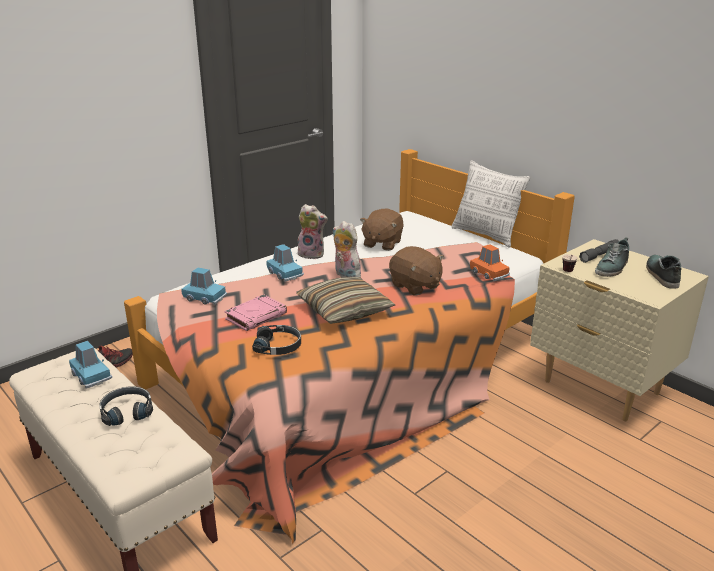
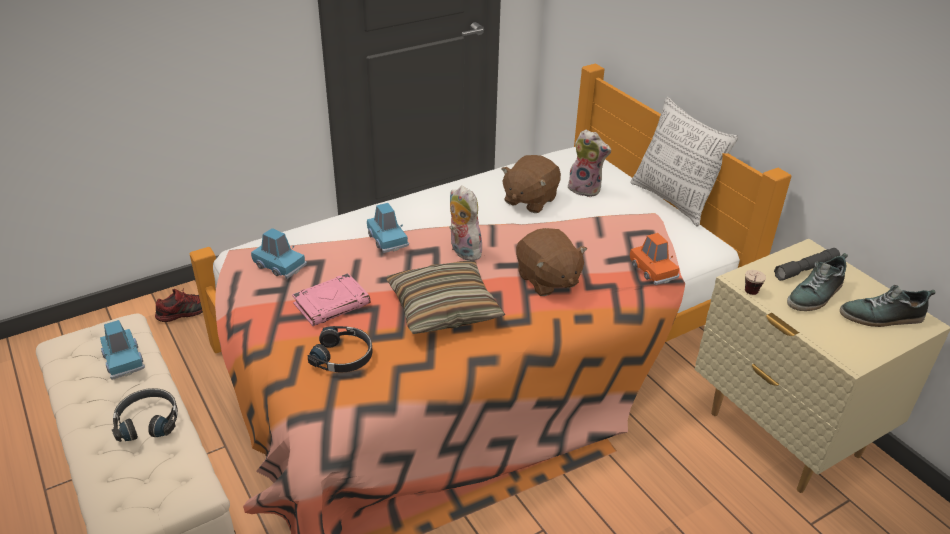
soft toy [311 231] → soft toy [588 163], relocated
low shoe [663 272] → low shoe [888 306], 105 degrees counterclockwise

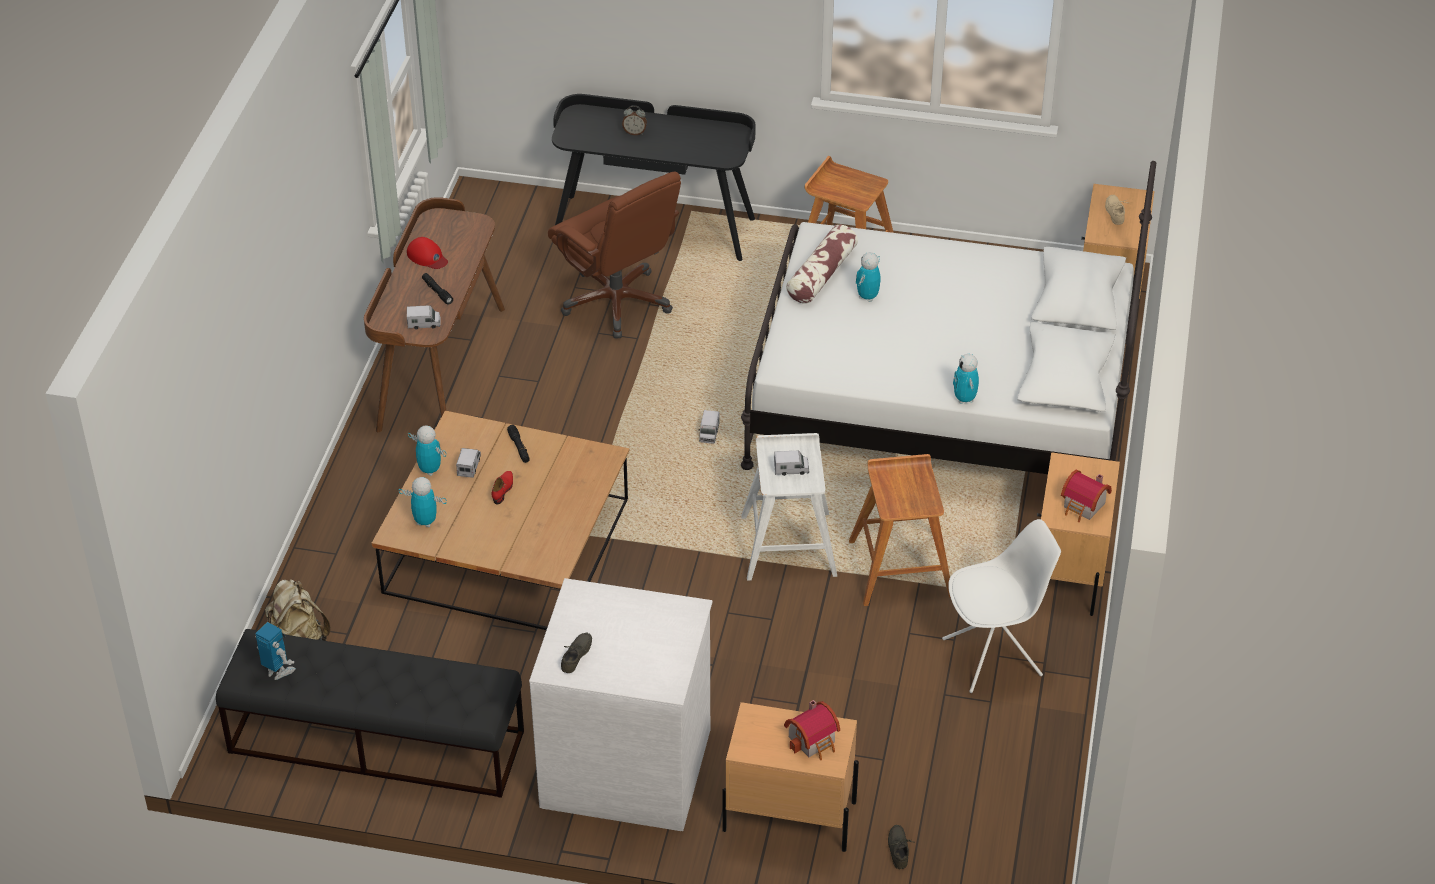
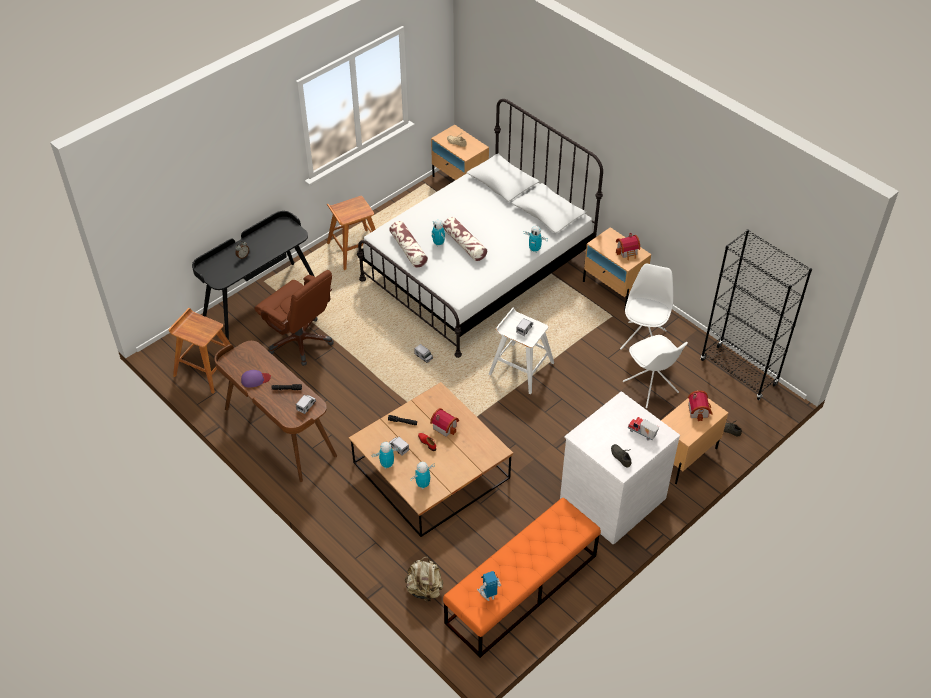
brown-coloured stool [900 530] → brown-coloured stool [199 350], relocated
reddish baseball cap [427 253] → purplish baseball cap [256 379]
brown-coloured computer chair [614 255] → brown-coloured computer chair [294 318], 45 degrees clockwise
- → toy house [444 422]
- → throw pillow [465 239]
black-coloured long seat [370 713] → orange long seat [522 578]
- → white chair [655 371]
- → toy lorry [643 429]
- → black-coloured bookcase [756 314]

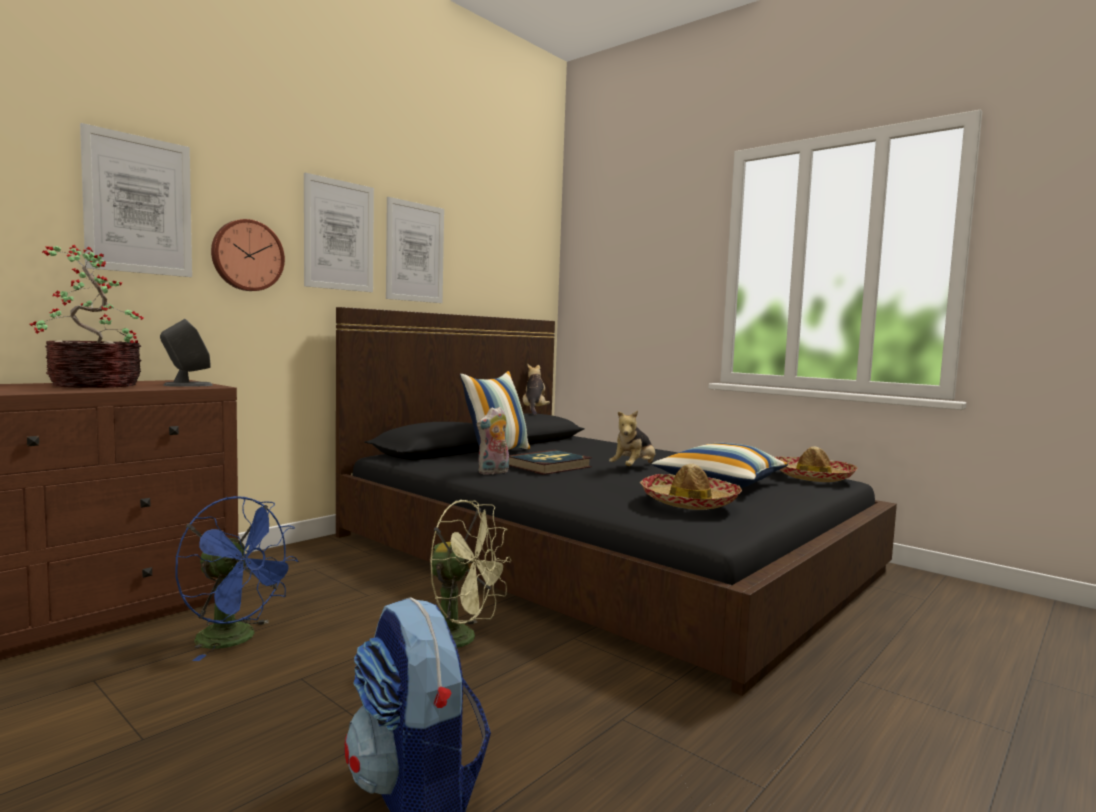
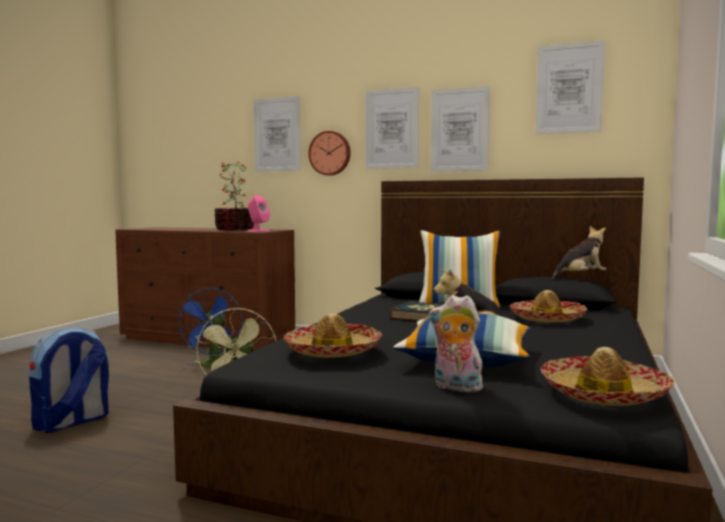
gray audio speaker [186 353] → pink-coloured audio speaker [258 213]
soft toy [493 441] → soft toy [457 343], relocated
- → hat [548 306]
- → wall picture [570 87]

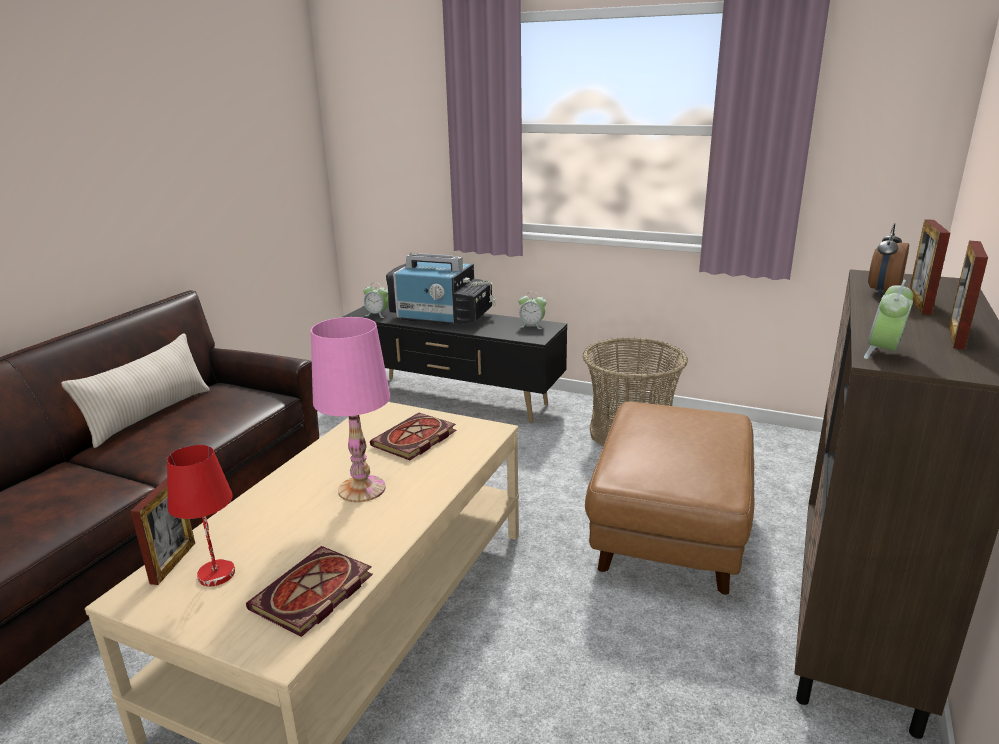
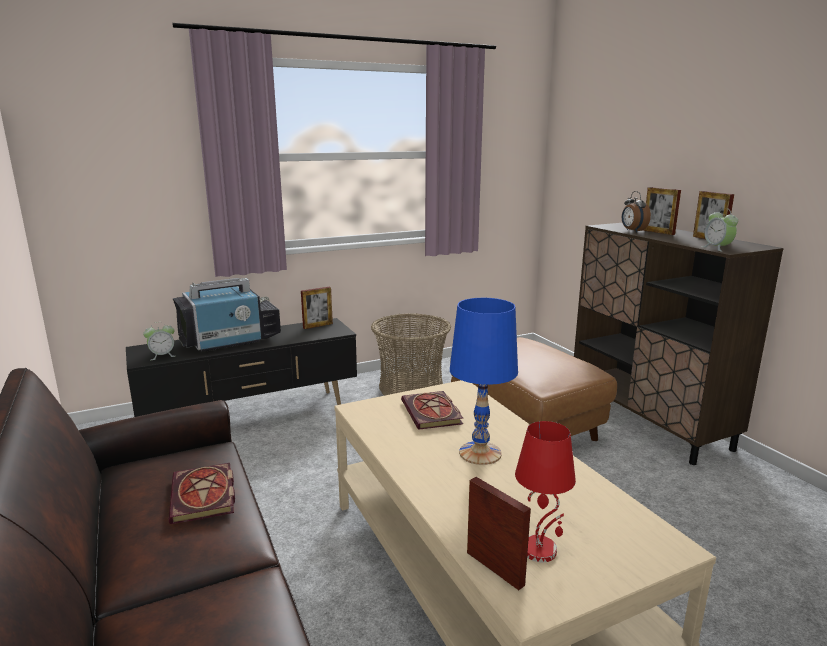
volume [309 591] → volume [202 493], relocated
bedside clock [533 310] → standing frame [317 308]
pink-coloured table lamp [350 409] → blue table lamp [484 381]
beige throw pillow [135 390] → -

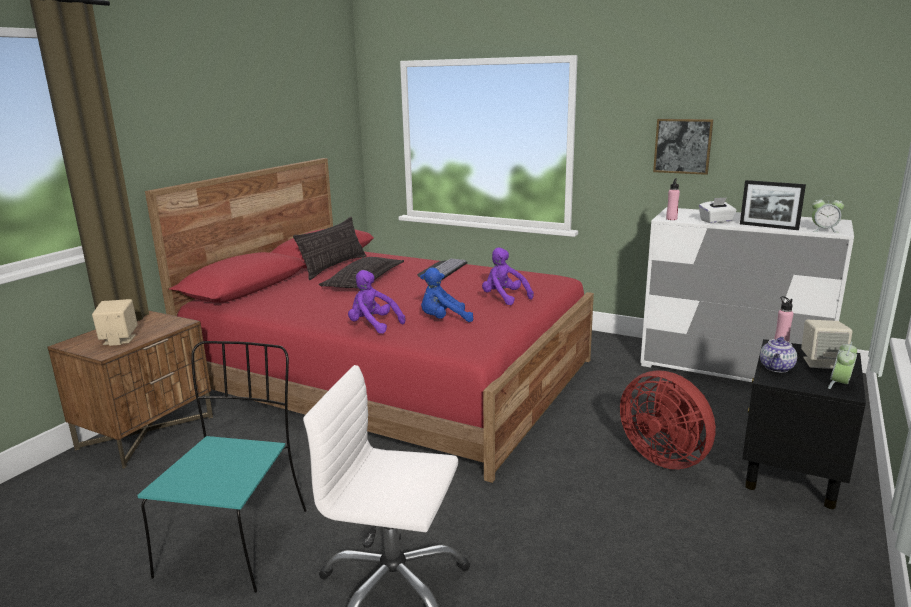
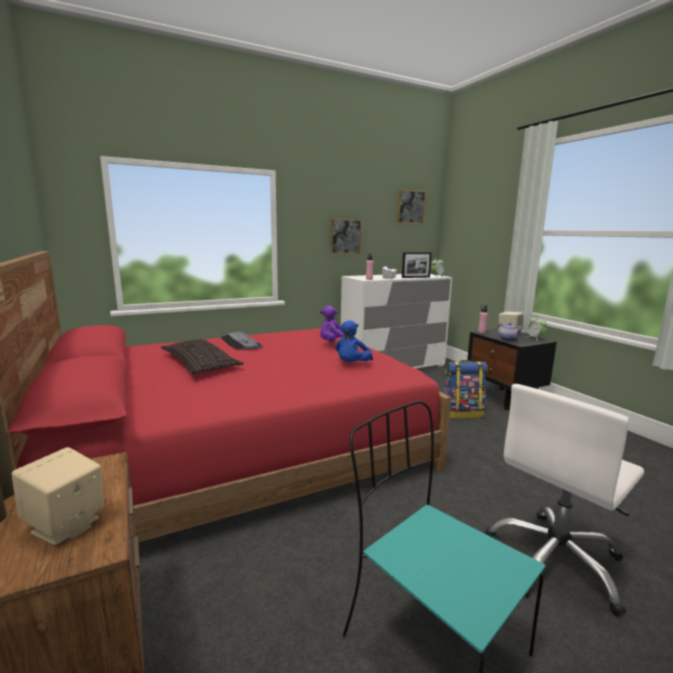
- → wall picture [411 206]
reddish fan [668 419] → rucksack [466 389]
throw pillow [329 248] → -
purplish soft toy [376 302] → -

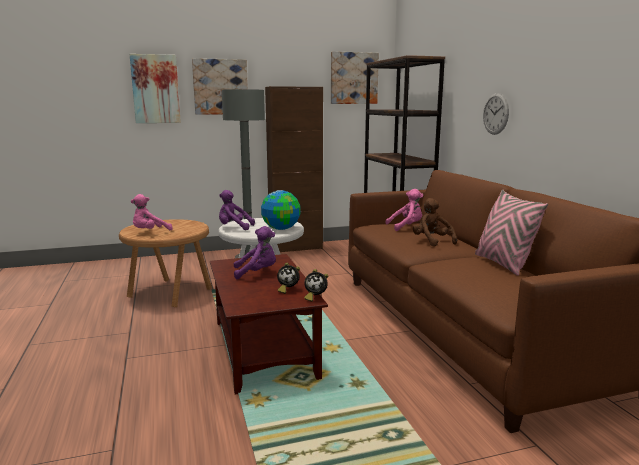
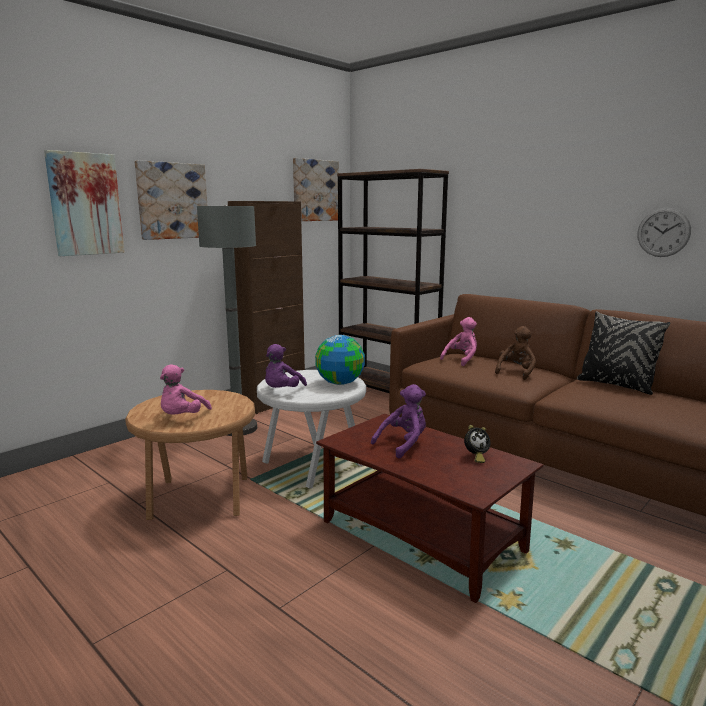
purplish soft toy [237 210] → purplish soft toy [286 366], 45 degrees counterclockwise
brown-coloured soft toy [435 222] → brown-coloured soft toy [515 353], 90 degrees clockwise
pink-coloured throw pillow [511 232] → black-coloured throw pillow [624 353]
wall clock [496 114] → wall clock [664 232], relocated
bedside clock [316 285] → -

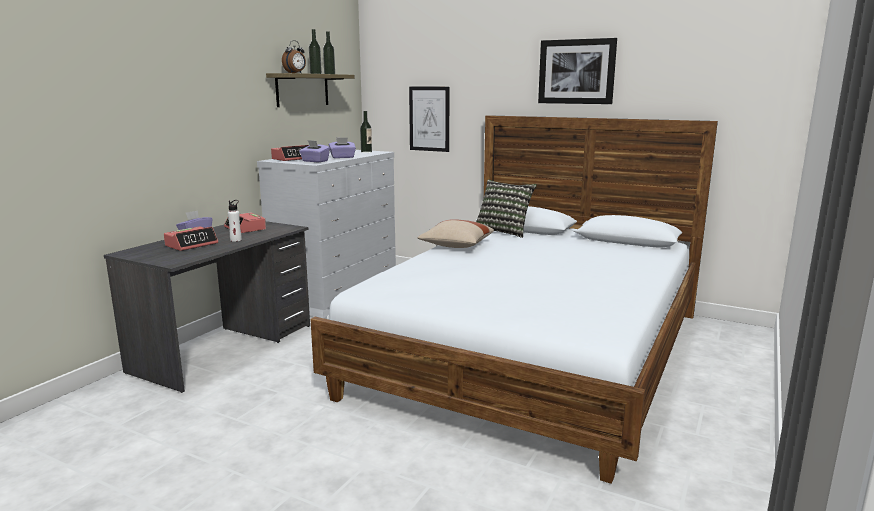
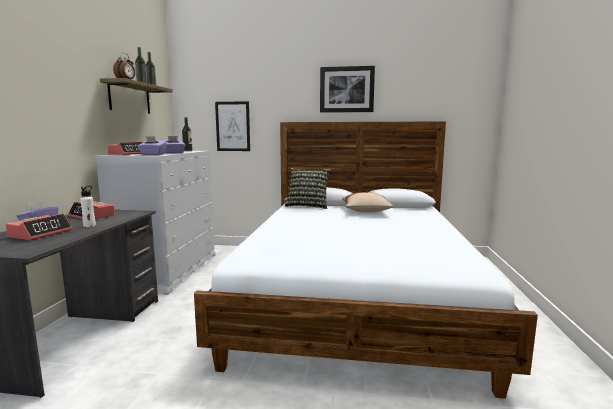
beige throw pillow [456 233] → beige throw pillow [367 202], relocated

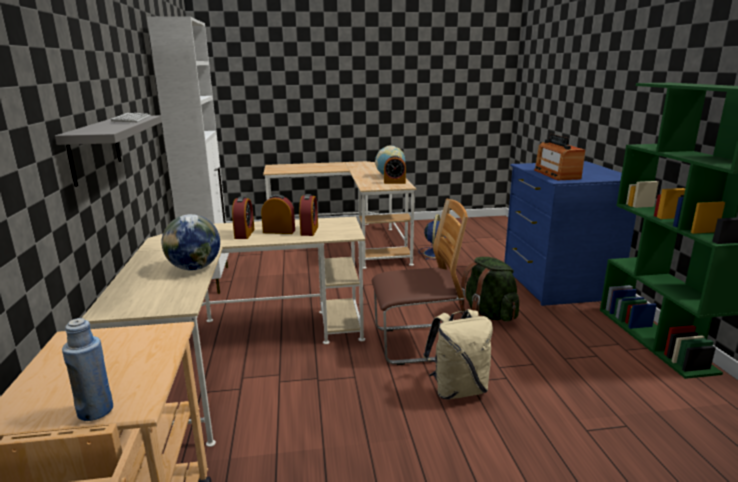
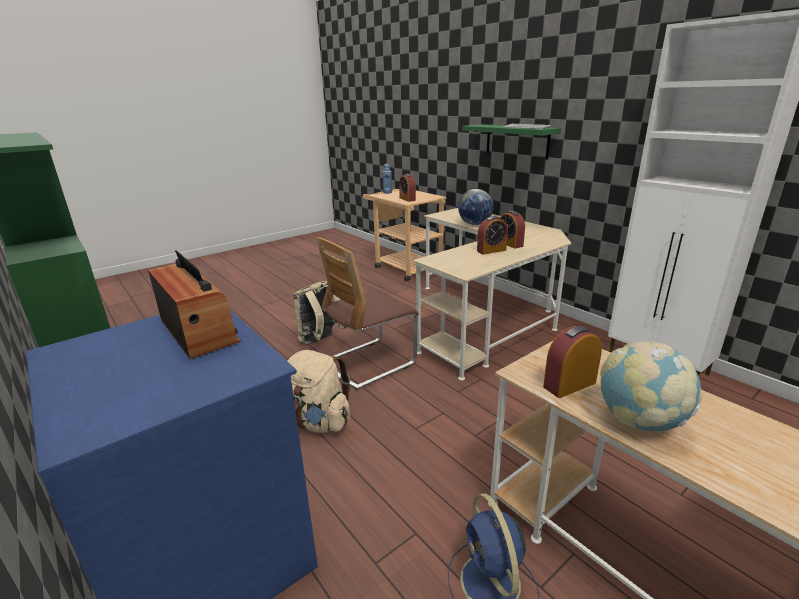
green-coloured rucksack [489 289] → beige rucksack [318 391]
bedside clock [308 215] → bedside clock [407 188], relocated
gray wall shelf [108 151] → green-coloured wall shelf [512 141]

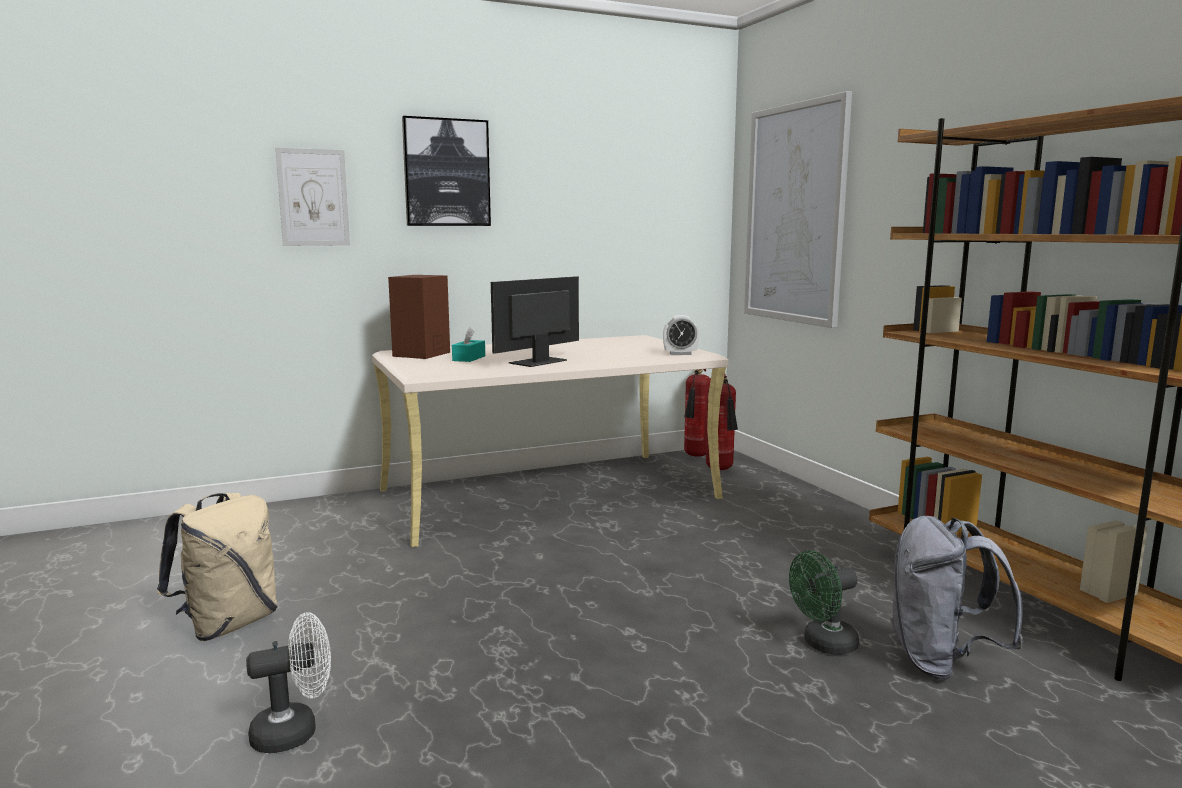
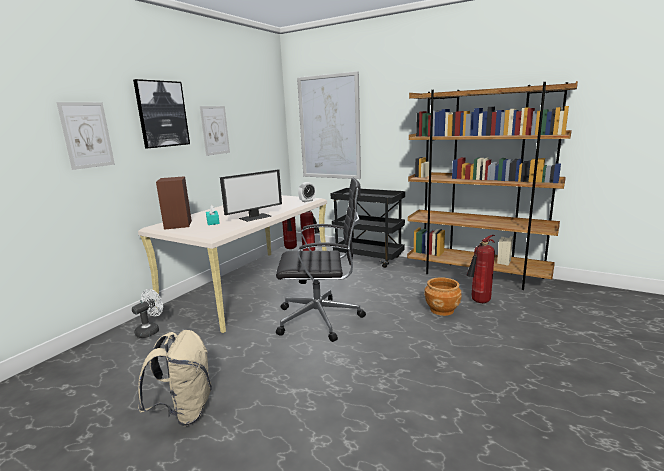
white fan [288 682] → white fan [147 313], relocated
- → wall picture [215 131]
monitor [535 321] → monitor [251 195], 135 degrees counterclockwise
- → black-coloured computer chair [321 260]
- → black-coloured trolley [368 228]
green-coloured fan [824 603] → brown-coloured plant pot [443 296]
gray rucksack [956 598] → fire-fighting cylinder [481 269]

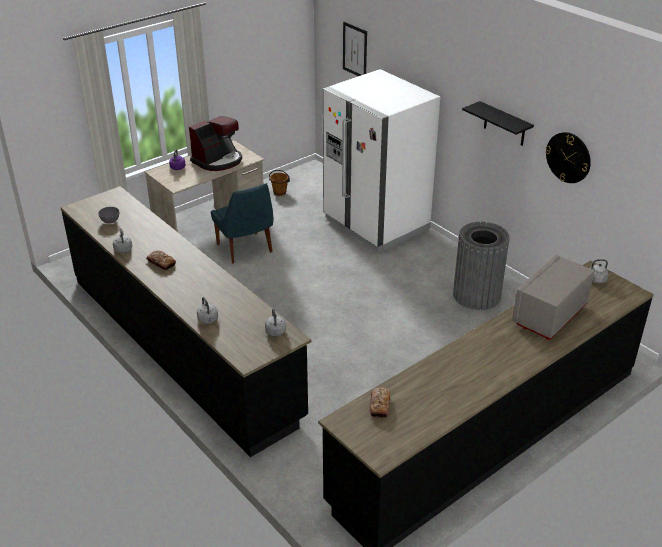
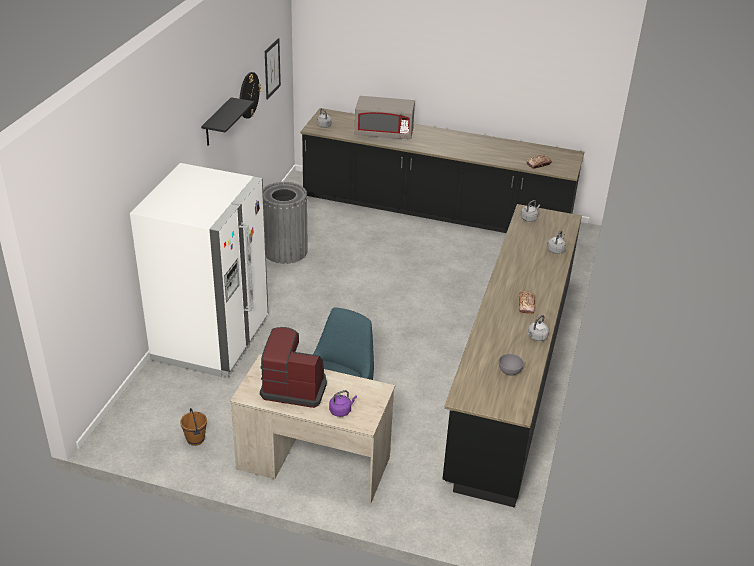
wall picture [355 49] → wall picture [273 69], relocated

